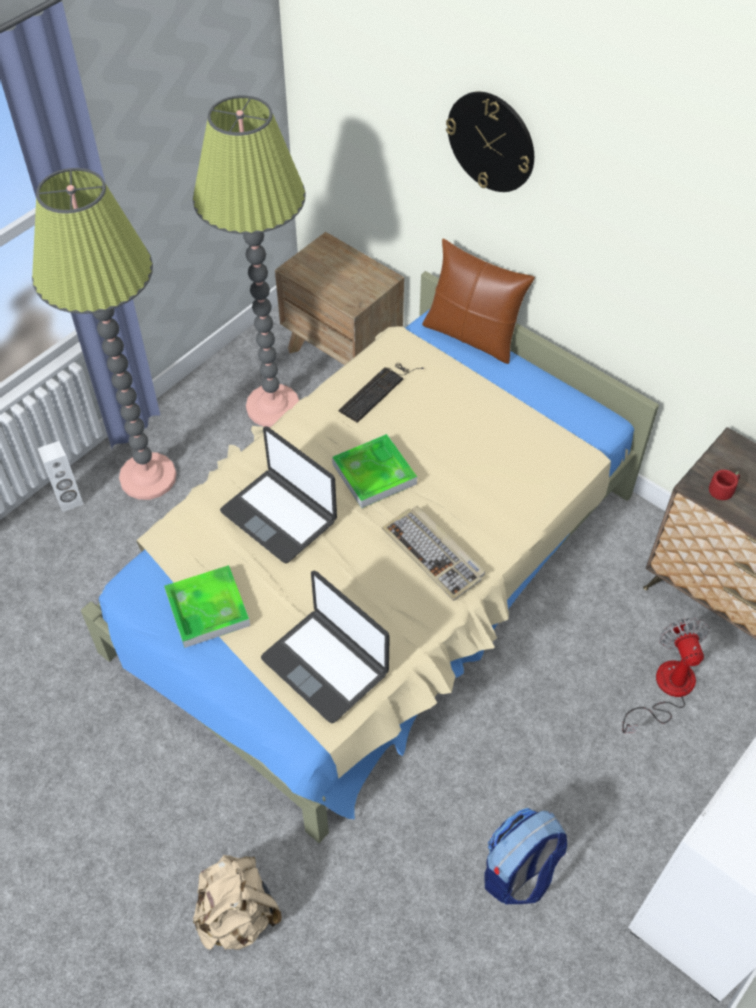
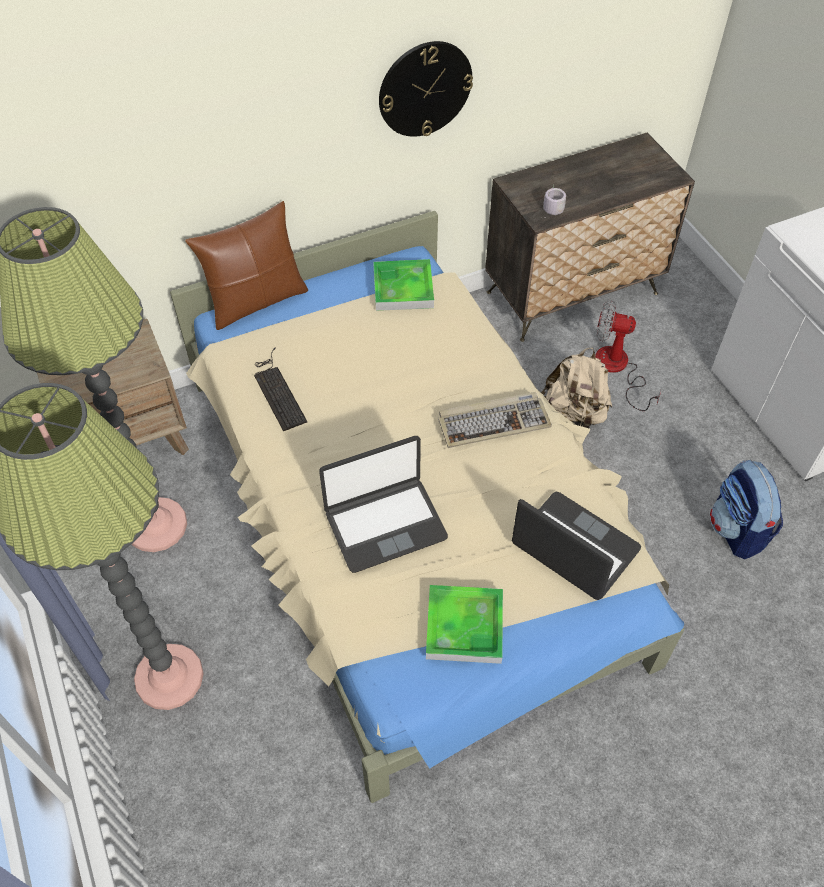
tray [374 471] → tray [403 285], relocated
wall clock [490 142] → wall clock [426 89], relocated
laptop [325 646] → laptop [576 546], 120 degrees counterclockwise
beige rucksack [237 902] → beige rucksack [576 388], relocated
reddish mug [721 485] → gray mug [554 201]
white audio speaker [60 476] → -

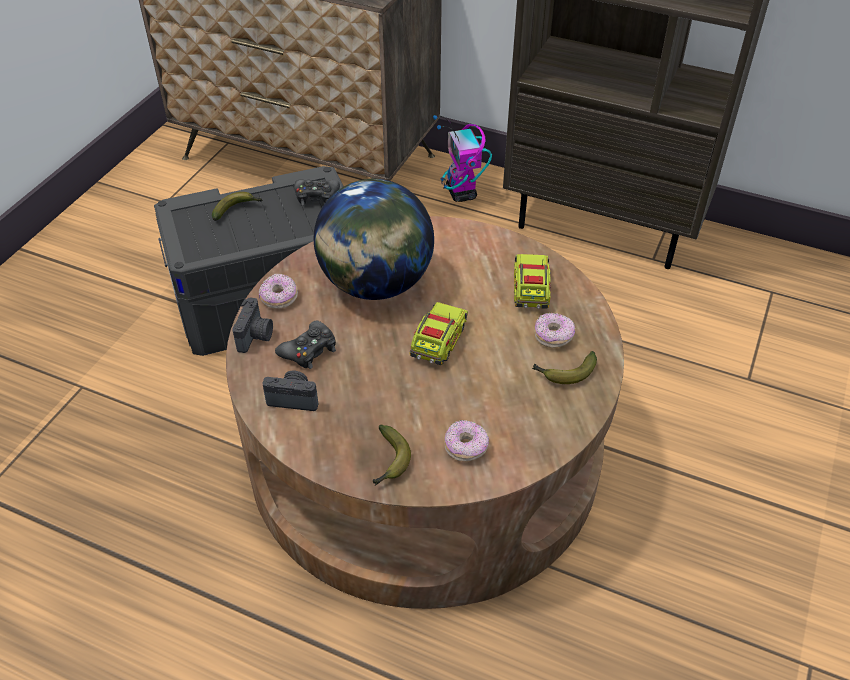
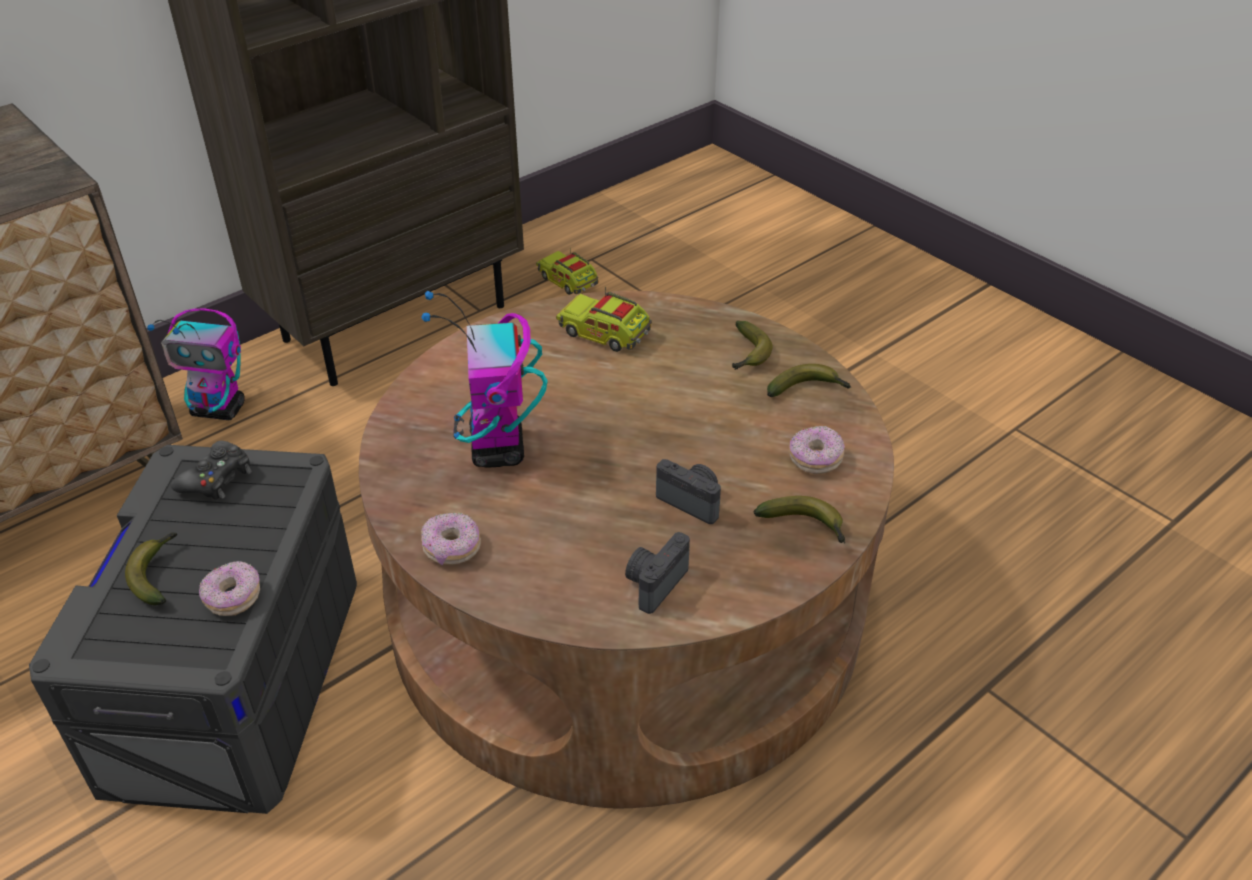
ring doughnut [554 330] → ring doughnut [229 588], relocated
globe [374 239] → model robot [484 379]
toy lorry [438 333] → toy lorry [567 271], relocated
still camera [252 325] → still camera [688 491], relocated
- → banana [809 380]
black-coloured joypad [305 344] → -

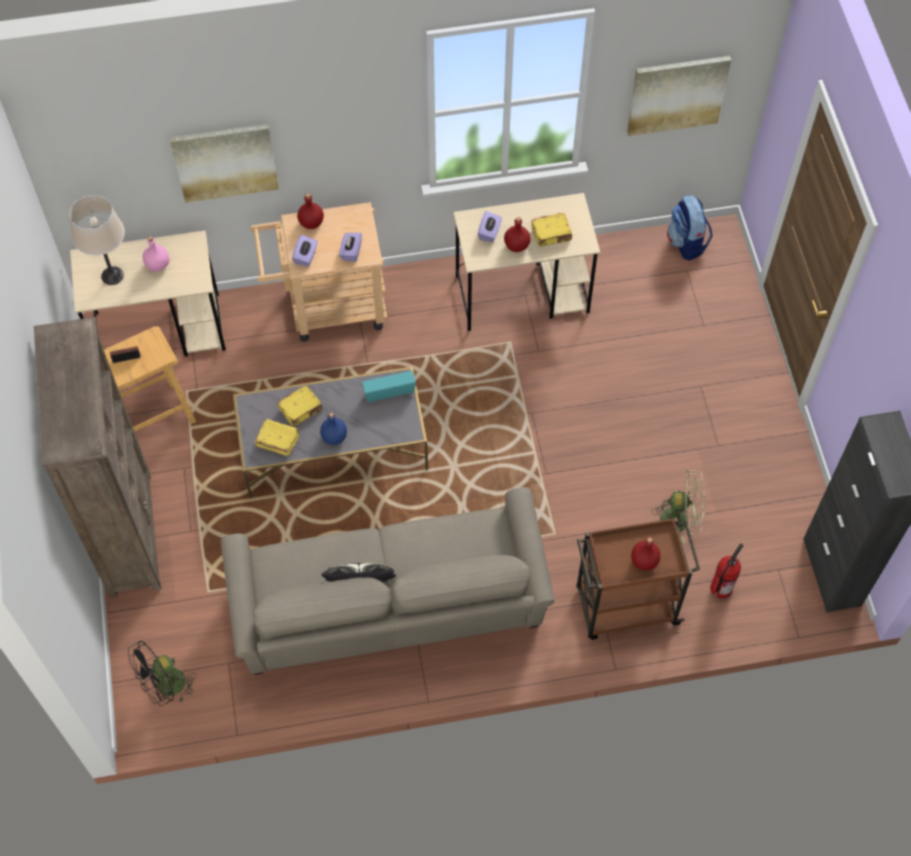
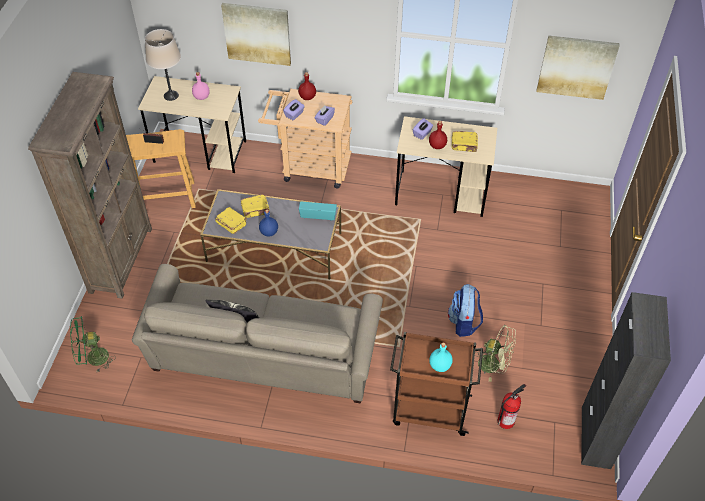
black-coloured fan [162 673] → green-coloured fan [93 344]
reddish bottle [645 554] → blue-green bottle [441 357]
rucksack [690 228] → rucksack [465 310], relocated

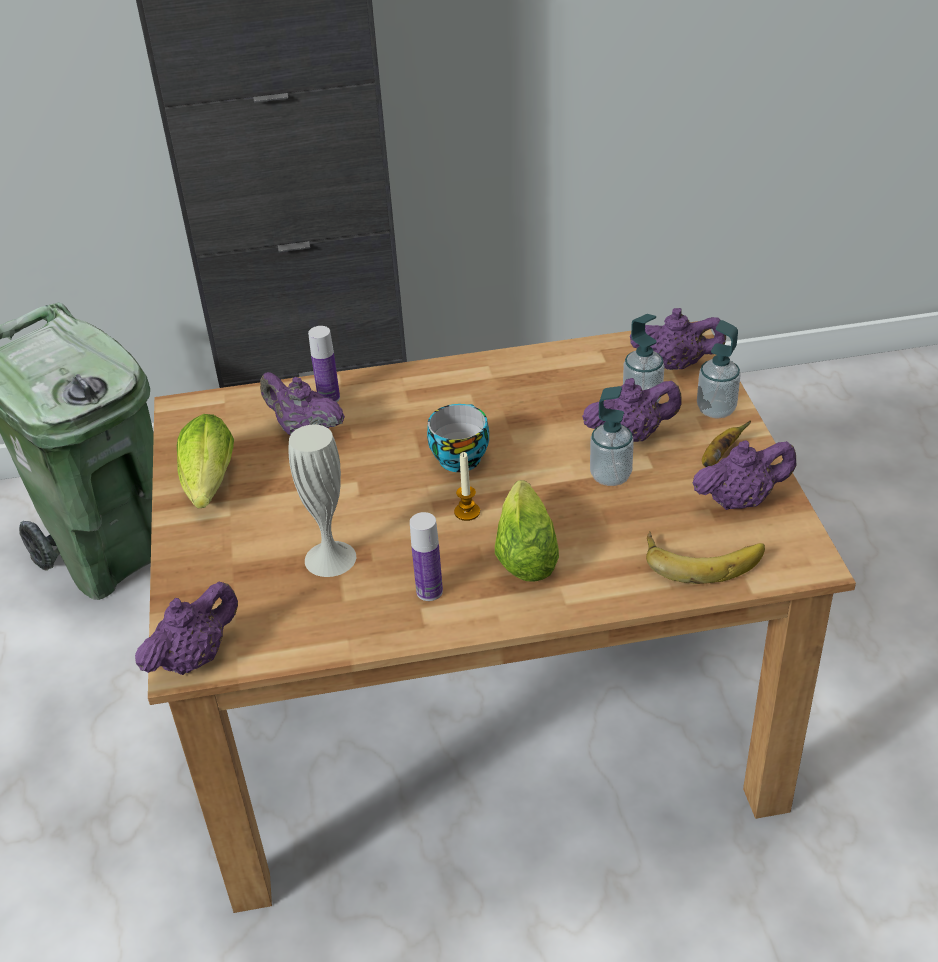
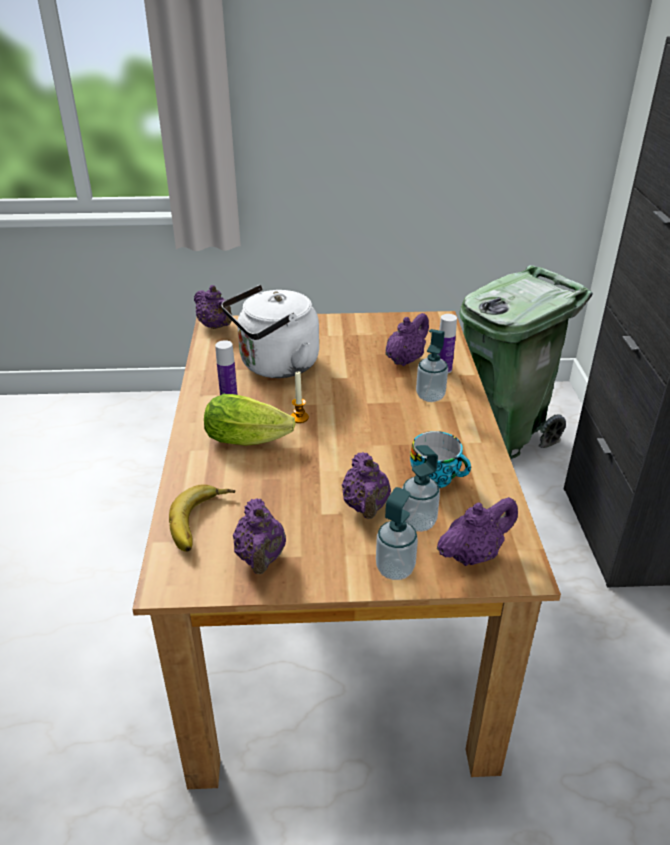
white decorative vase [322 500] → white water kettle [270 331]
drinking cup [458 438] → drinking cup [440 459], relocated
soap bottle [612 436] → soap bottle [432 365], relocated
purplish tea pot [678 339] → purplish tea pot [477 531], 135 degrees counterclockwise
lettuce [205 461] → -
banana [726 443] → -

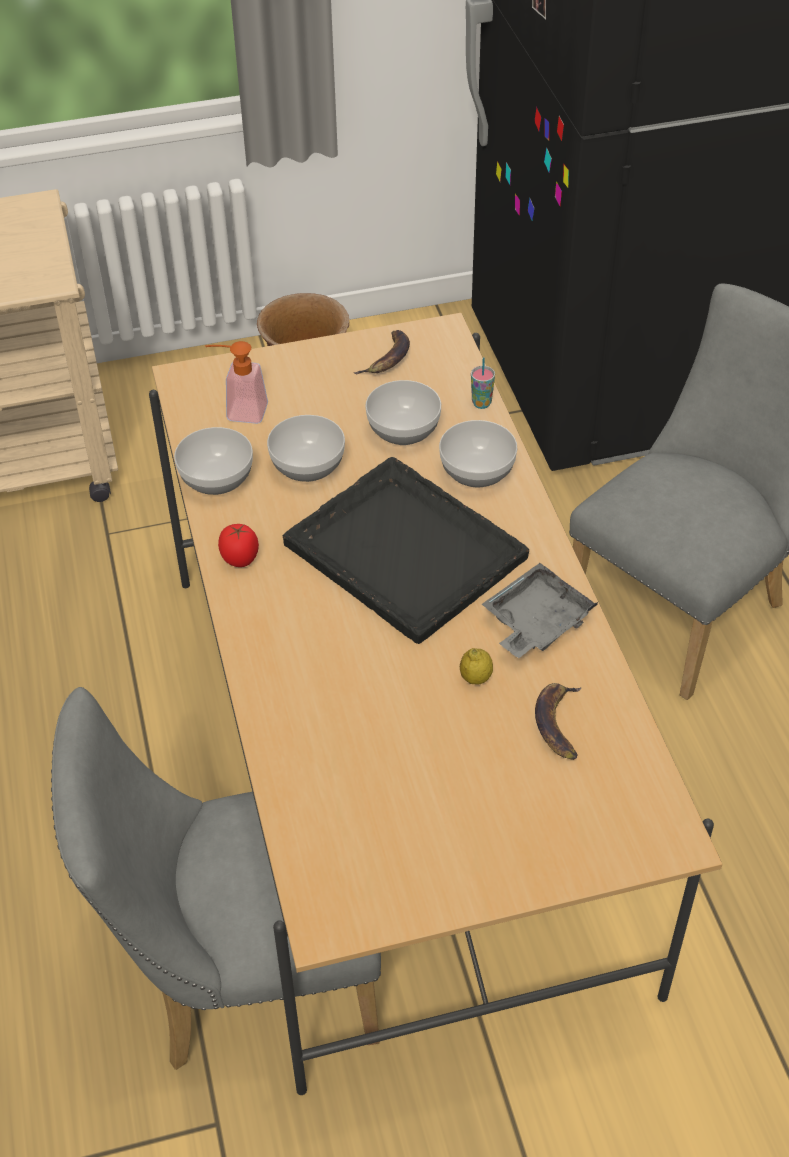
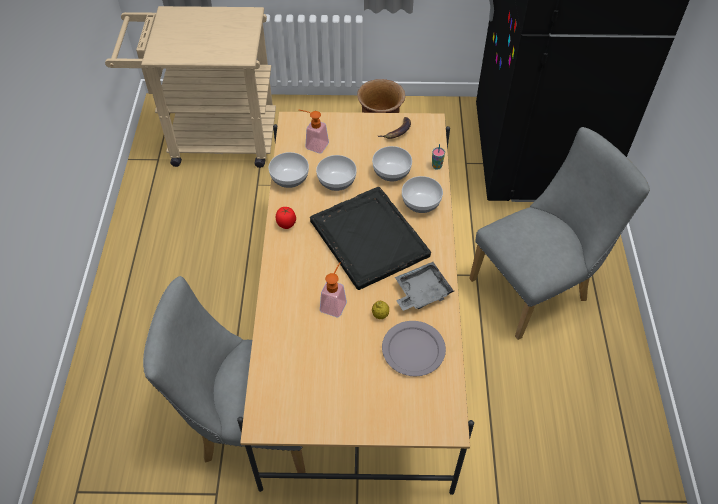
- → soap bottle [333 289]
banana [558 721] → gray plate [414 348]

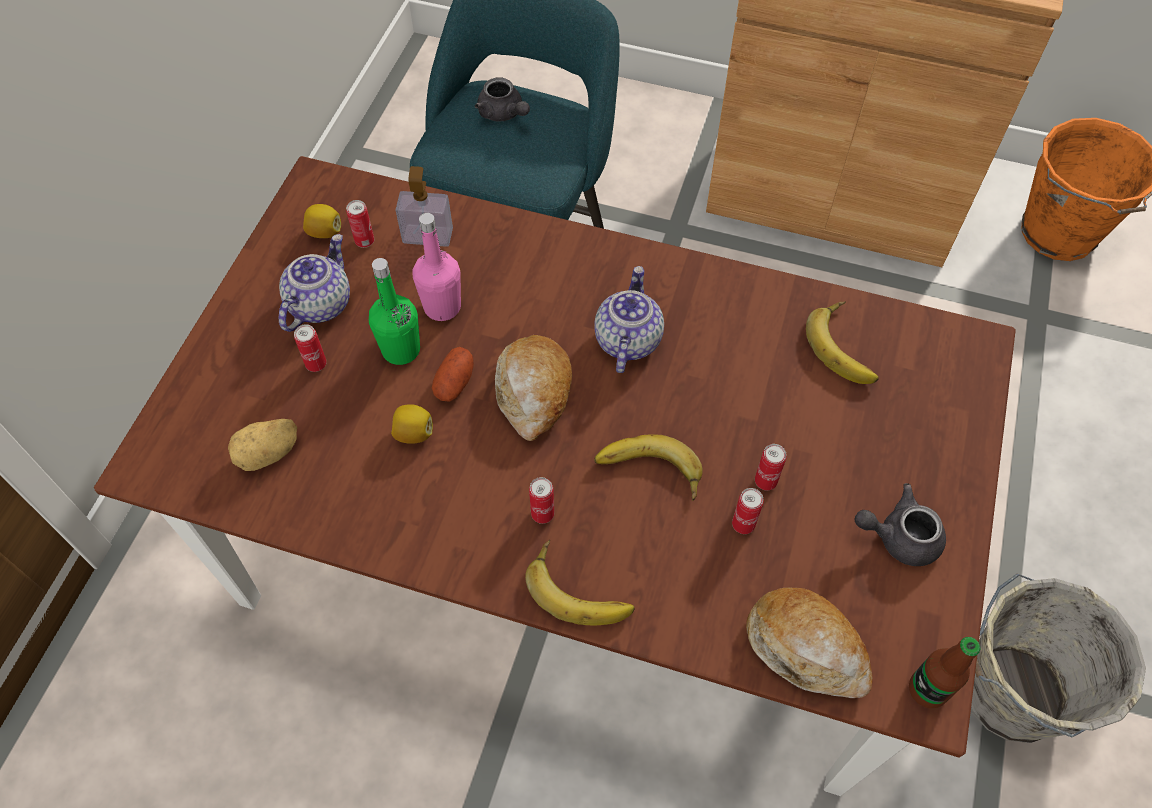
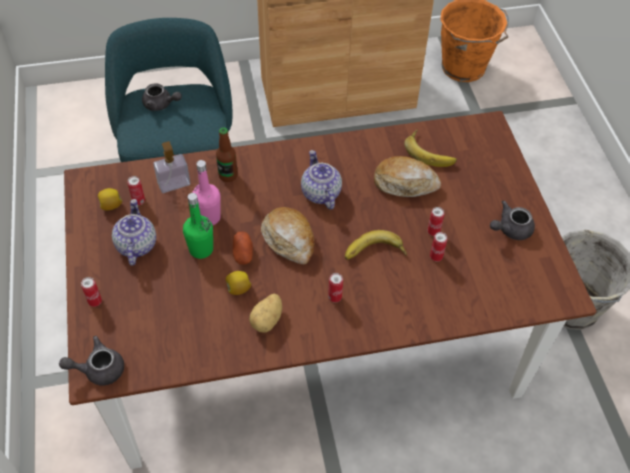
- → gray tea pot [91 360]
sealed can [310 348] → sealed can [91 292], relocated
bottle [944 672] → bottle [227 154], relocated
whole potato [262 445] → whole potato [265 313], relocated
baked bread [809 643] → baked bread [407 176], relocated
banana [580 582] → -

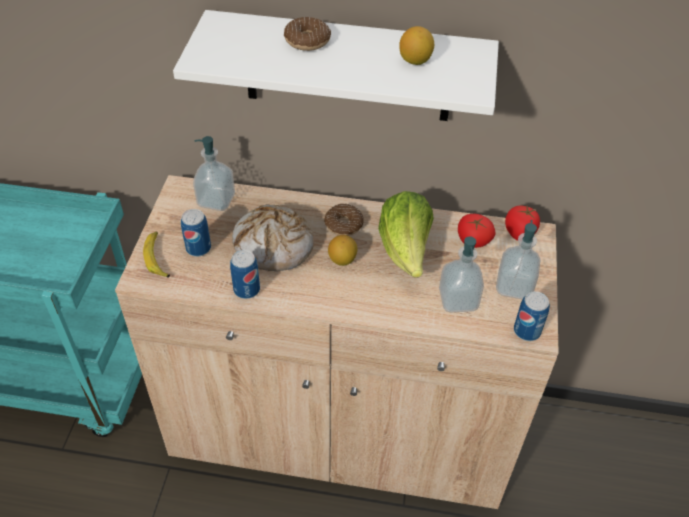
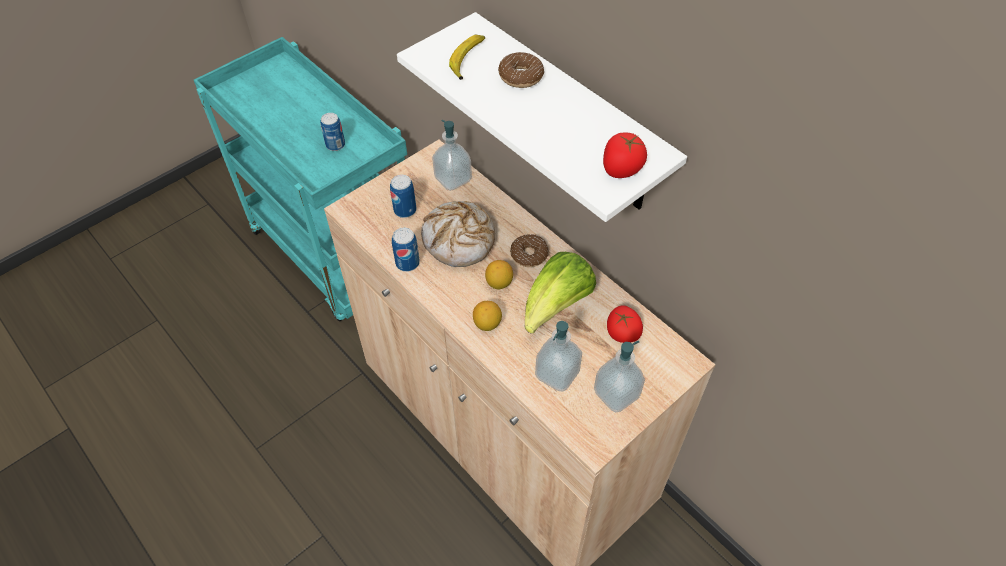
sealed can [532 316] → sealed can [332 132], relocated
banana [156 255] → banana [467 57], relocated
whole lemon [416 45] → whole lemon [487 316], relocated
tomato [522 223] → tomato [625 155], relocated

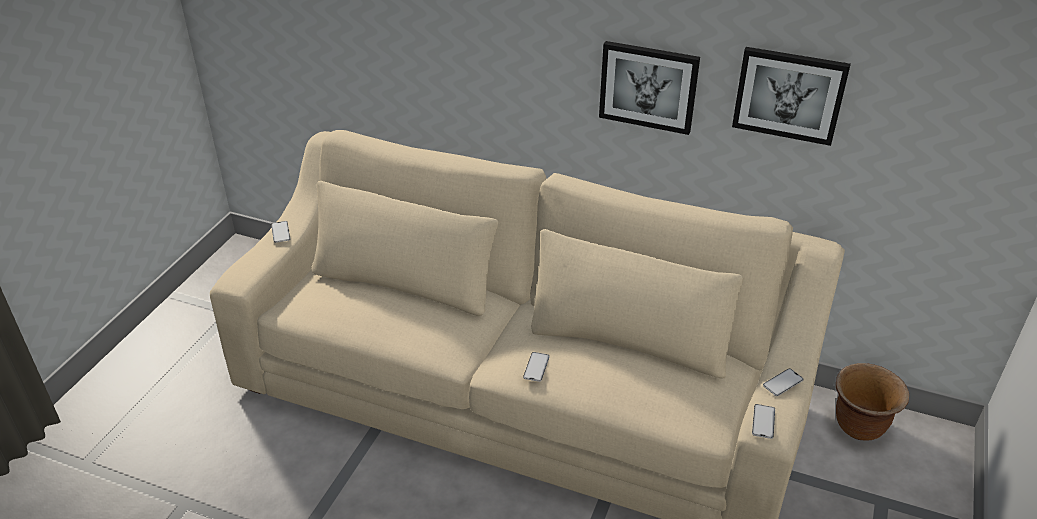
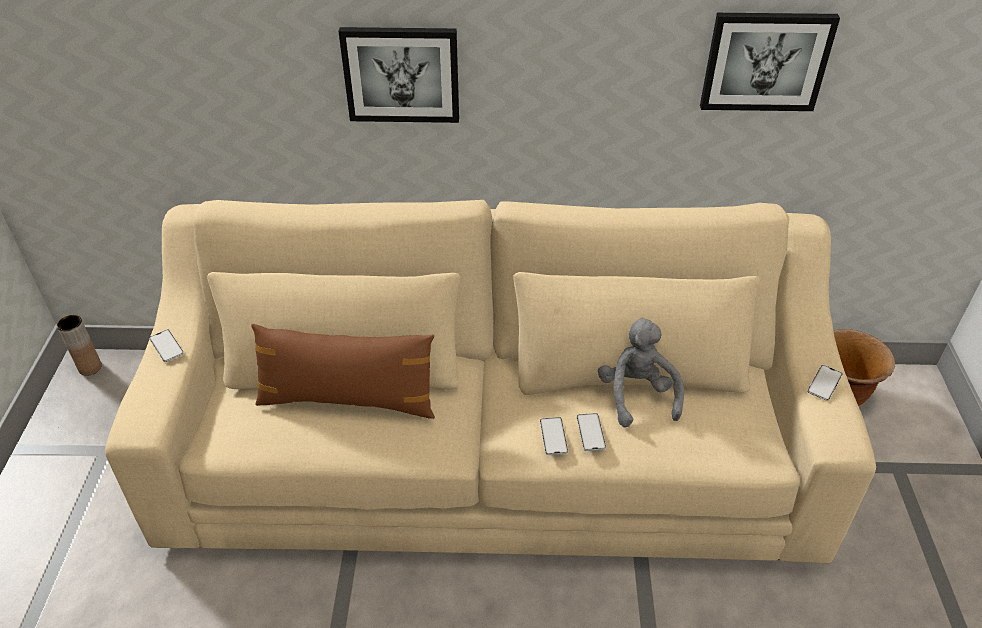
- → brown-coloured decorative vase [79 345]
- → brown-coloured throw pillow [343 371]
wall picture [649 88] → wall picture [398 75], relocated
telephone [763 421] → telephone [591 432], relocated
- → gray soft toy [641 373]

